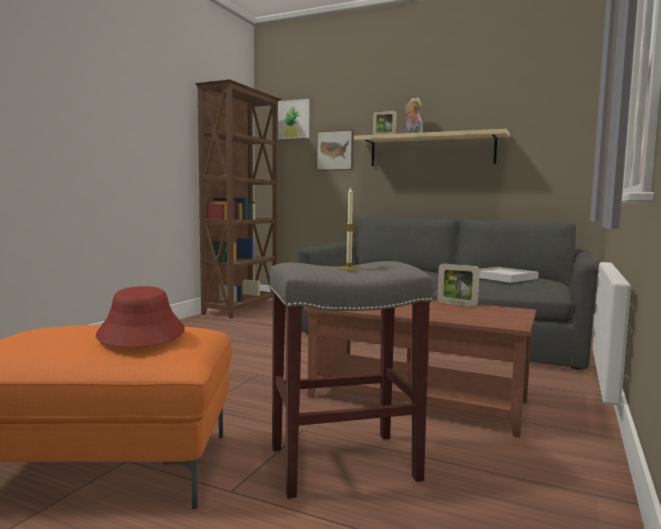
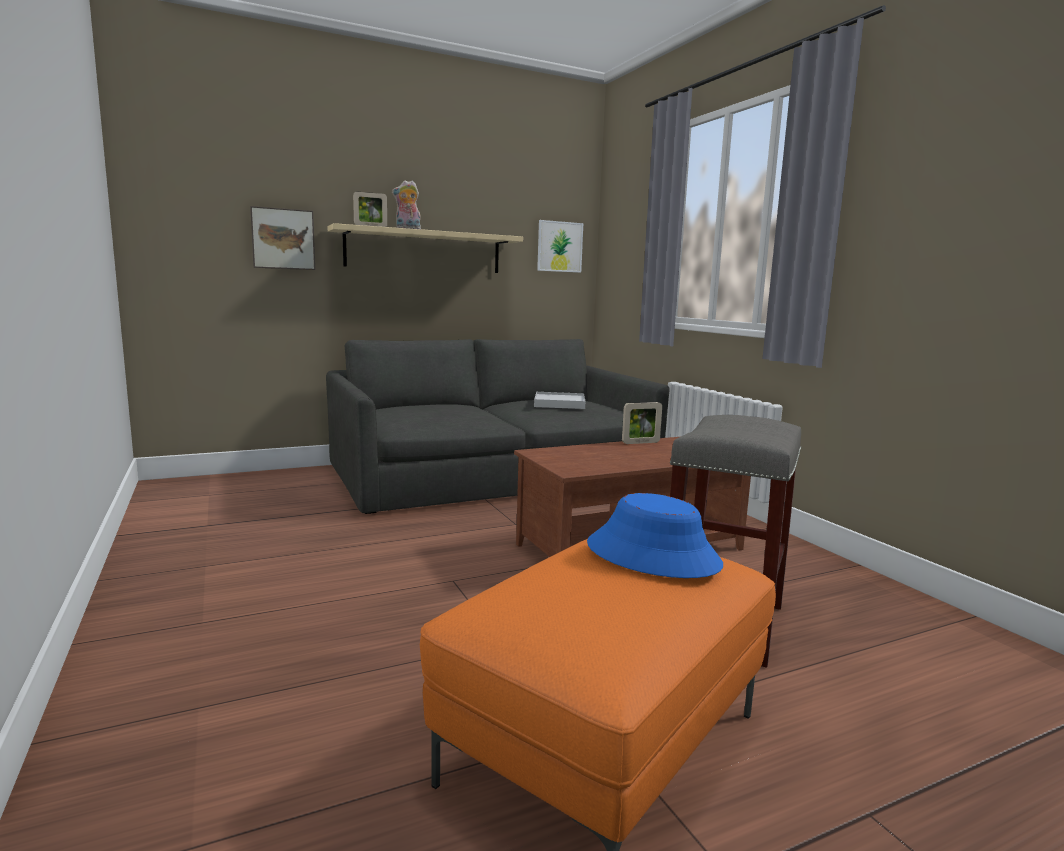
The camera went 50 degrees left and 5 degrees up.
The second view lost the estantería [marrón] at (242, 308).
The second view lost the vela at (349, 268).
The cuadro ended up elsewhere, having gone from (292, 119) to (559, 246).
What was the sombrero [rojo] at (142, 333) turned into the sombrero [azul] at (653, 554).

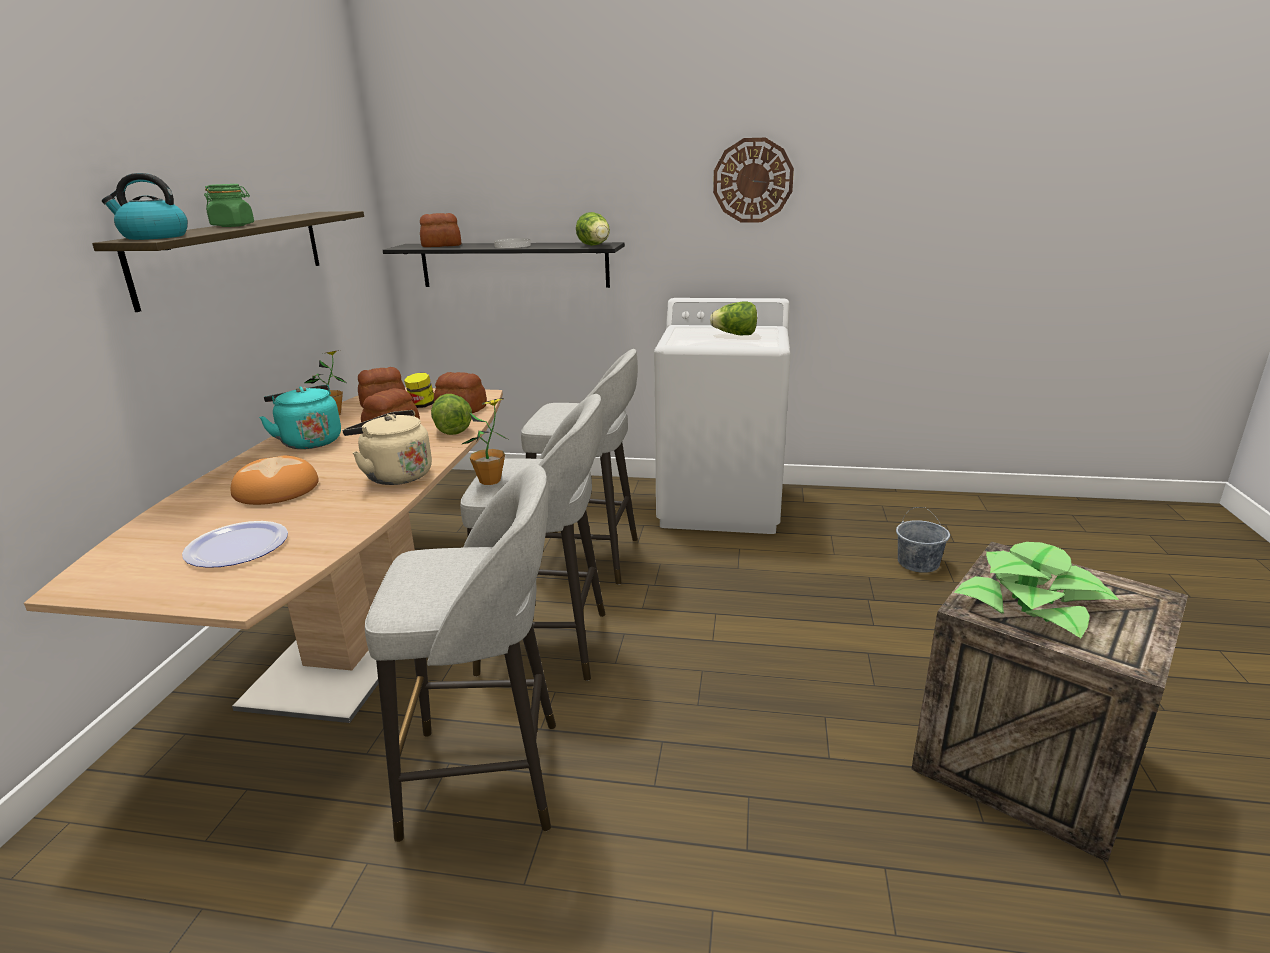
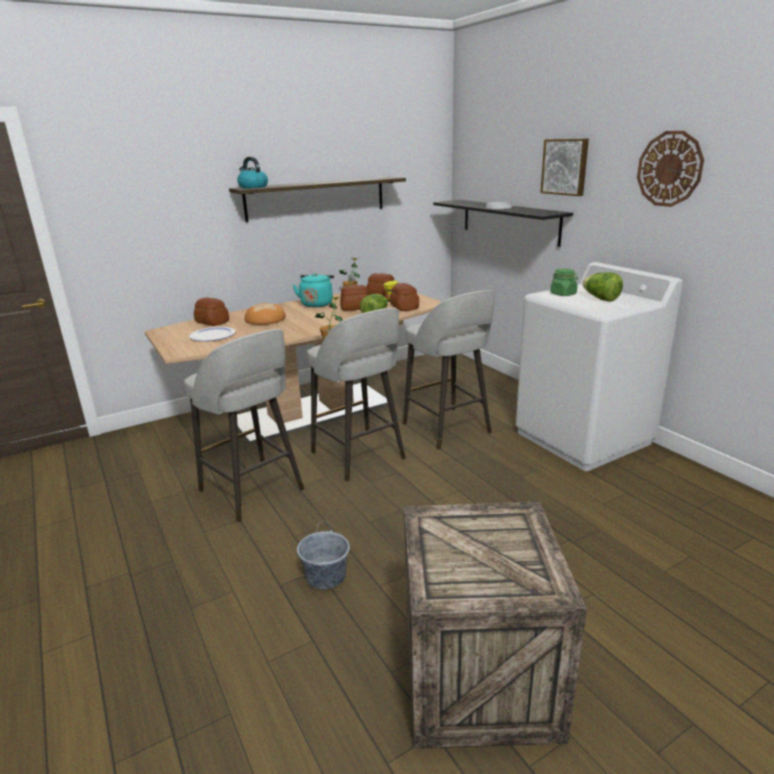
The camera went 50 degrees right and 0 degrees up.
The second view lost the hervidor [beis] at (395, 475).
The second view lost the lechuga at (595, 245).
The second view lost the planta en maceta at (1032, 605).
The second view gained the cuadro at (565, 167).
The tarro [verde] ended up elsewhere, having gone from (233, 226) to (563, 294).
The pan ended up elsewhere, having gone from (441, 245) to (212, 322).
The cubo [gris] ended up elsewhere, having gone from (918, 563) to (325, 576).

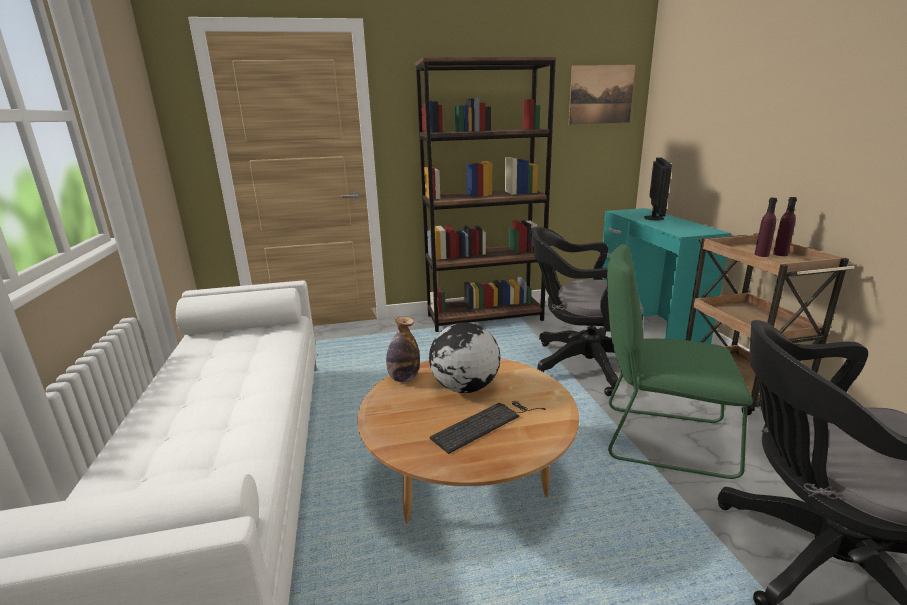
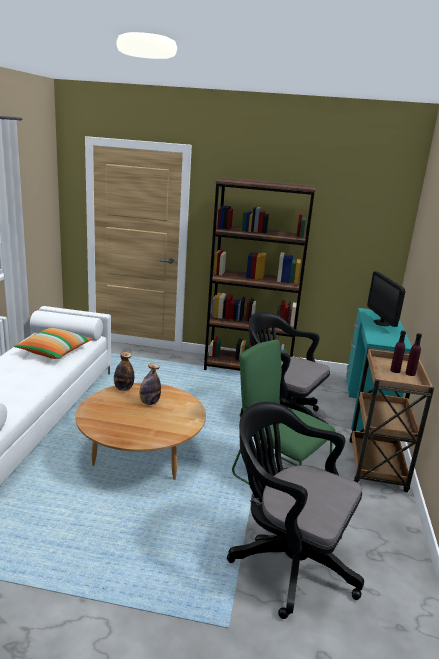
The camera went 20 degrees right and 0 degrees up.
The second view lost the teclado at (486, 423).
The second view lost the cuadro at (601, 95).
The second view gained the cojín at (54, 352).
Where the globo terráqueo stood at (464, 388), the botella came to stand at (149, 402).
The monitor at (653, 218) ended up facing another way, 135 degrees clockwise from before.

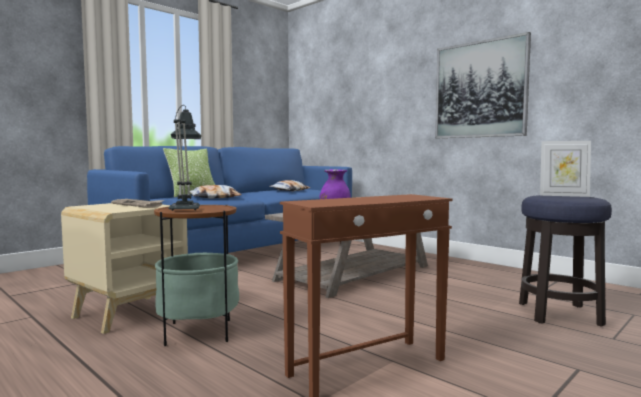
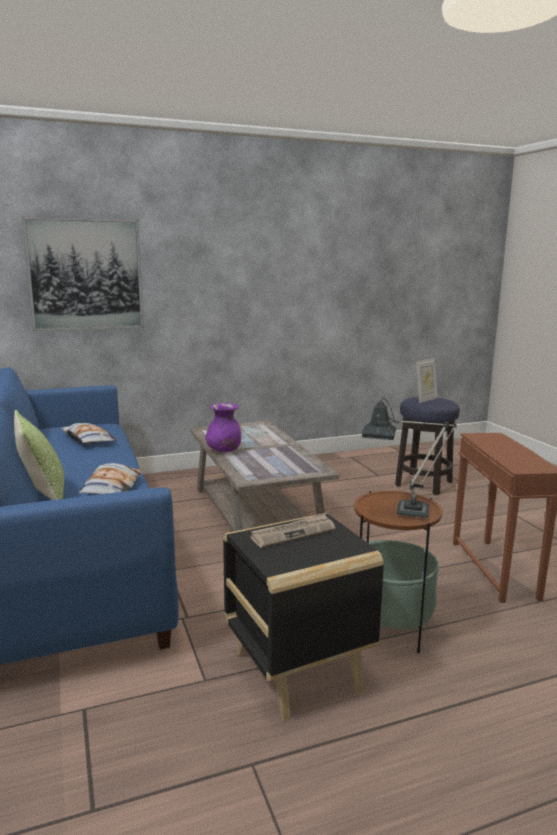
The camera went 65 degrees left and 10 degrees up.
The cuadro ended up elsewhere, having gone from (480, 89) to (85, 274).
What was the mesa auxiliar [beis] at (130, 313) turned into the mesa auxiliar [negro] at (296, 670).

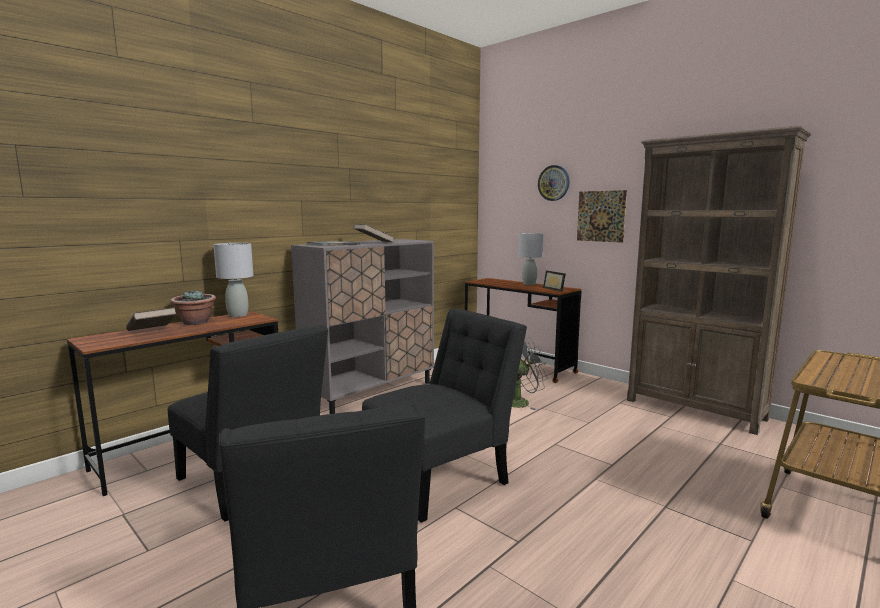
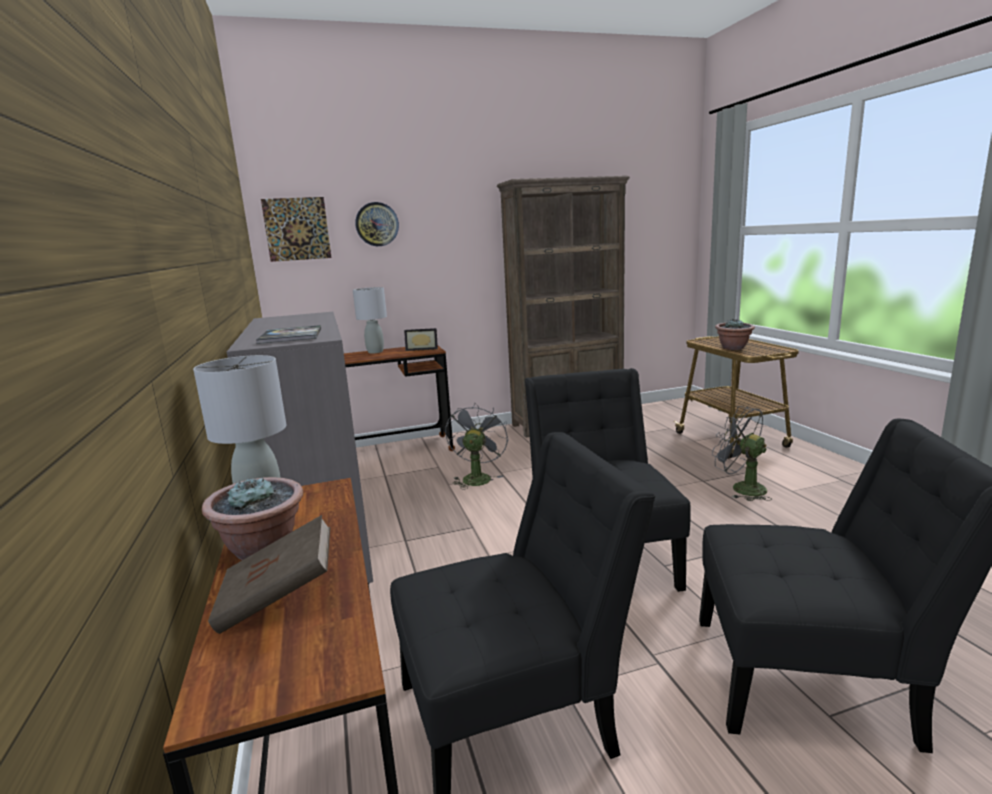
The camera went 60 degrees left and 5 degrees up.
The second view lost the libro [marrón] at (373, 242).
The second view gained the ventilador [gris] at (741, 488).
The second view gained the planta en maceta at (733, 348).
The cuadro ended up elsewhere, having gone from (601, 216) to (297, 229).

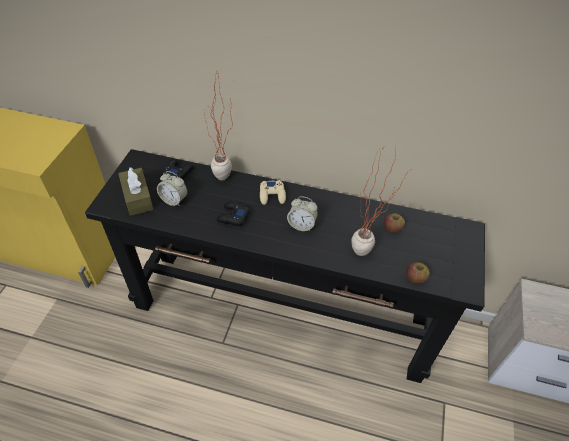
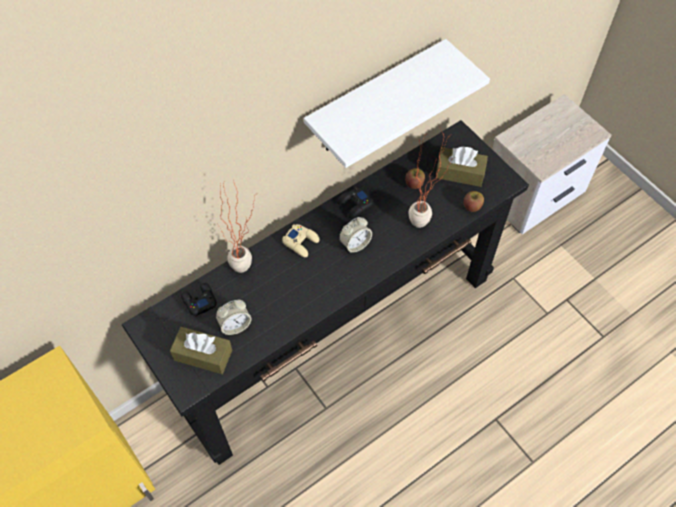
The camera went 50 degrees left and 10 degrees up.
The second view gained the estante [blanco] at (375, 99).
The second view gained the caja de pañuelos [marrón] at (460, 173).
The mando de consola [negro] ended up elsewhere, having gone from (233, 217) to (355, 205).

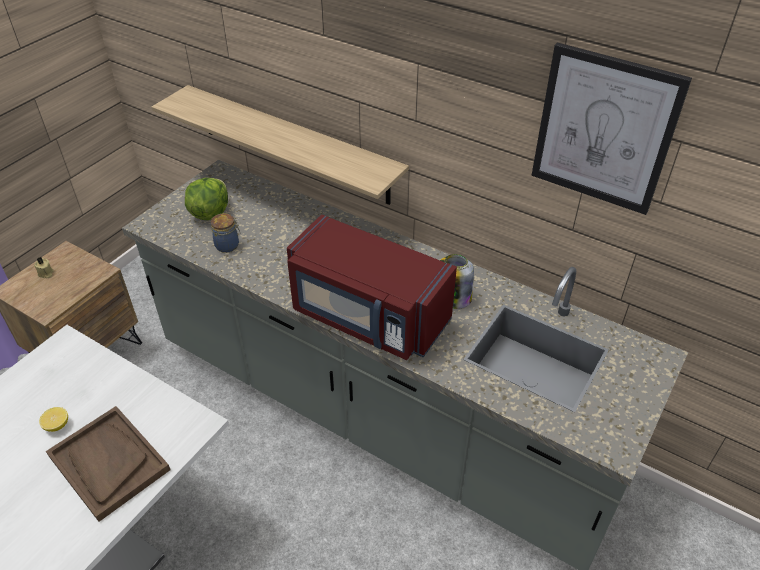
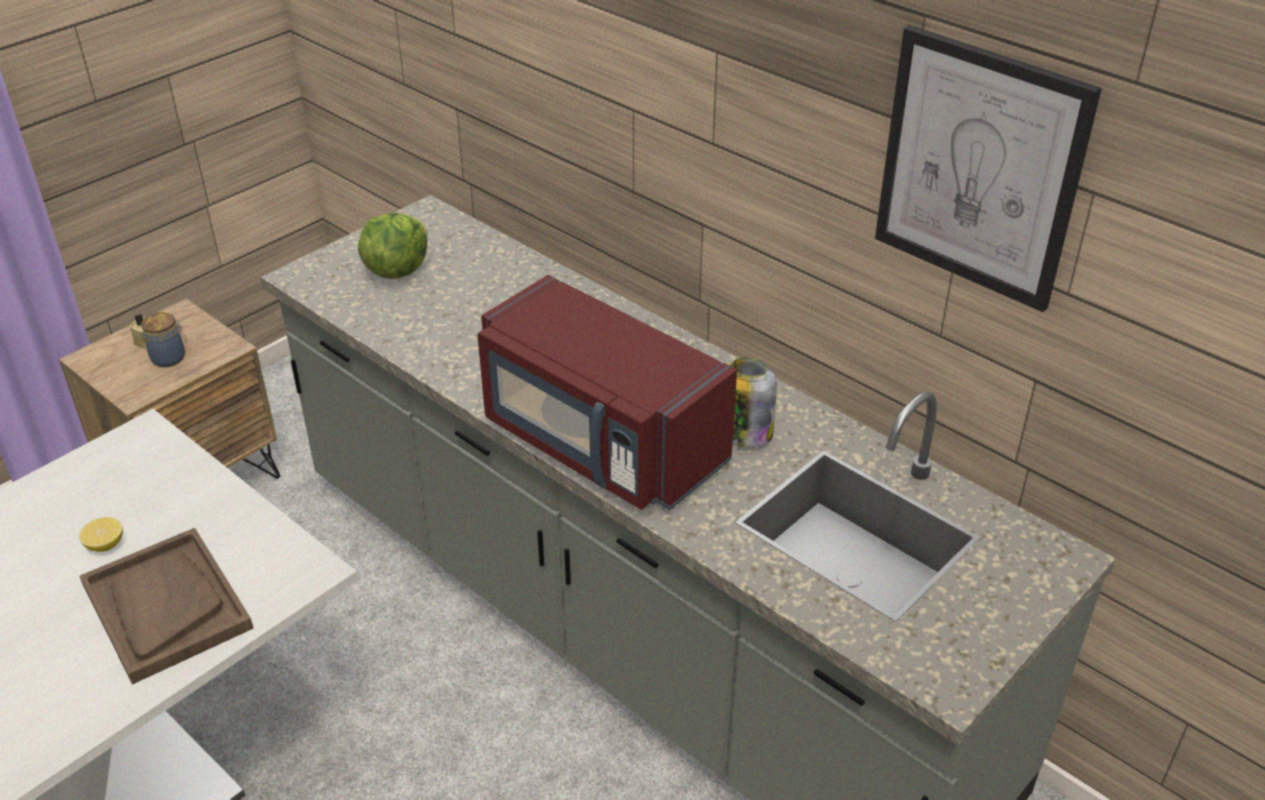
The camera went 10 degrees right and 5 degrees down.
The second view lost the estante at (292, 144).
The tarro ended up elsewhere, having gone from (228, 245) to (170, 358).

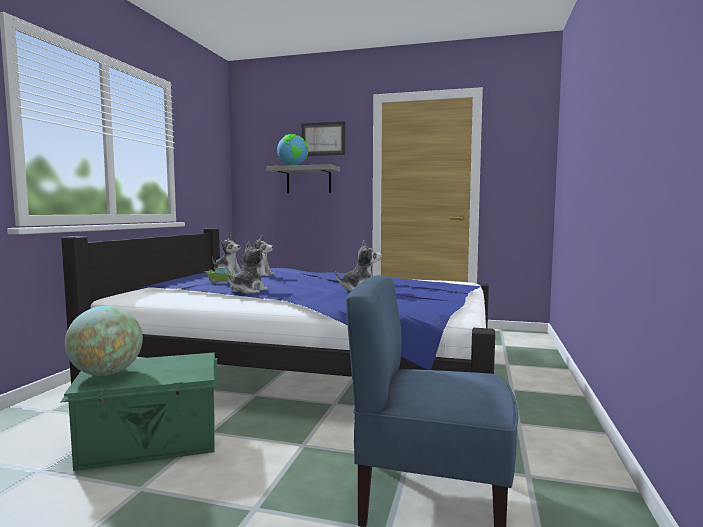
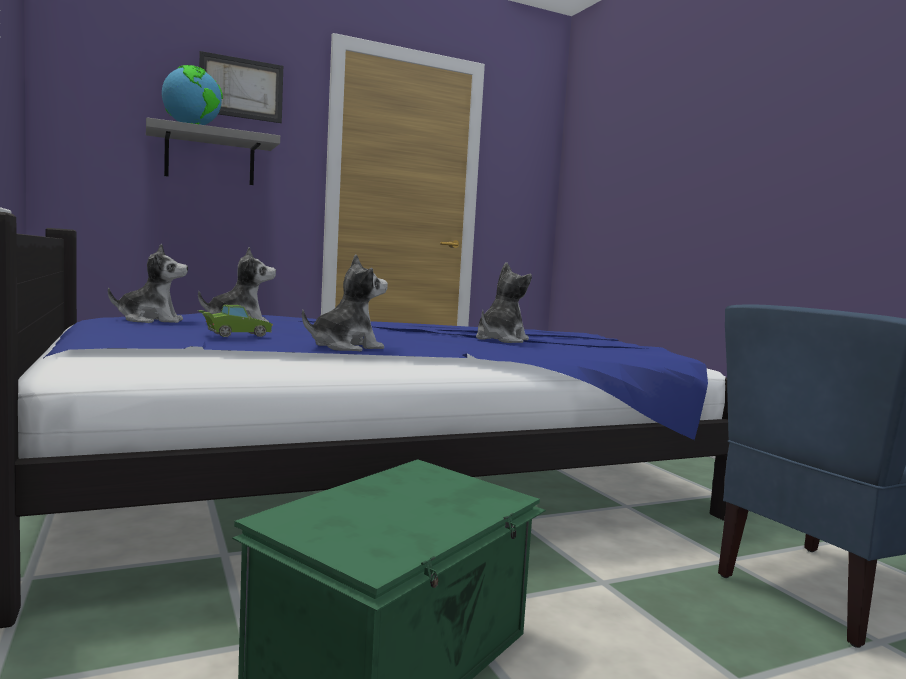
The camera went 40 degrees left and 0 degrees up.
The second view lost the globo terráqueo at (106, 373).
The peluche at (247, 291) ended up facing another way, 60 degrees clockwise from before.

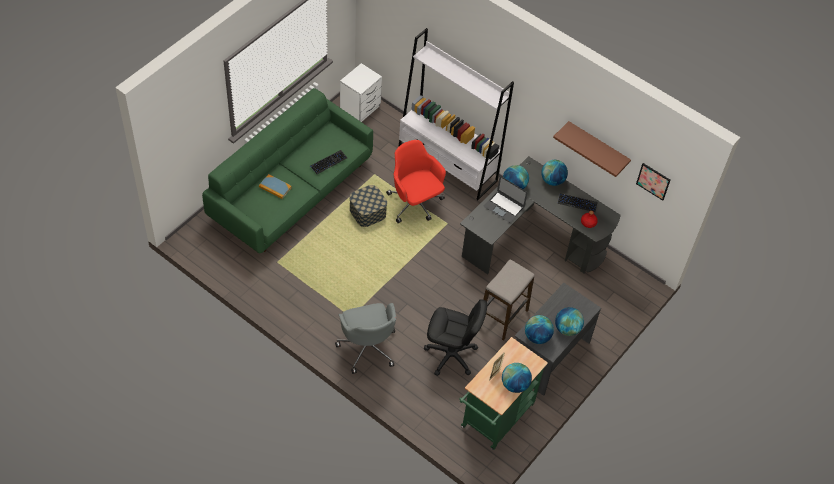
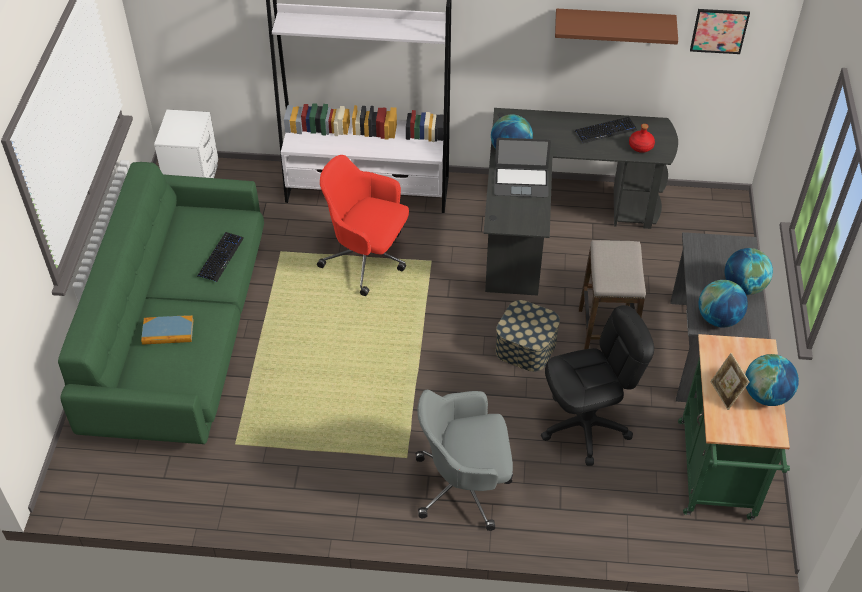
The camera went 30 degrees left and 5 degrees down.
The second view lost the globo terráqueo at (552, 180).
The caja de almacenaje ended up elsewhere, having gone from (367, 212) to (526, 347).
The silla de oficina [gris] at (367, 347) ended up facing another way, 135 degrees clockwise from before.

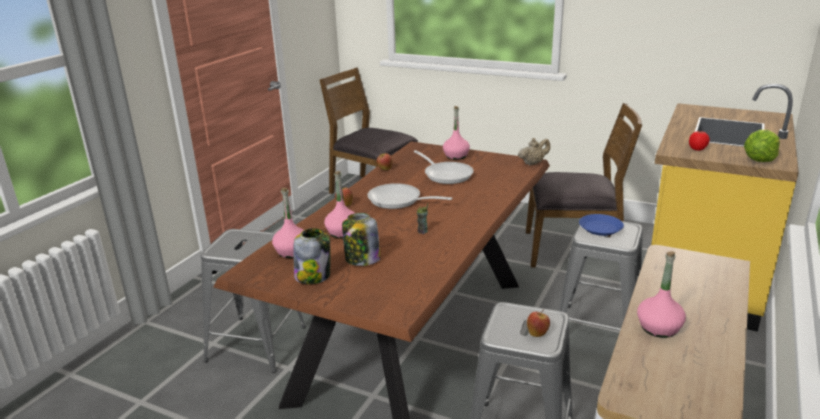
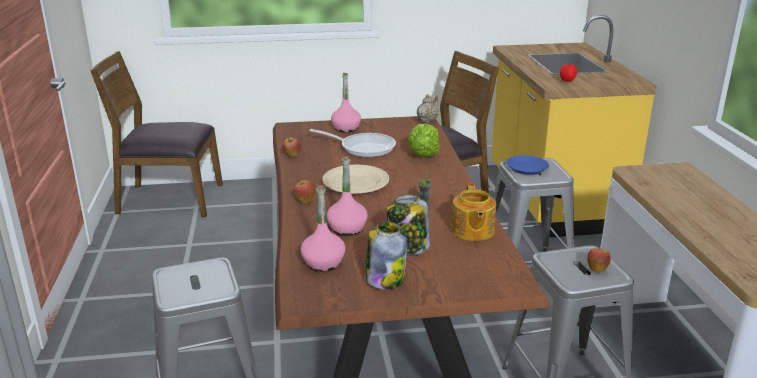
The camera went 35 degrees left and 0 degrees up.
The second view lost the botella [rosa] at (658, 328).
The second view gained the tetera at (472, 231).
The lechuga ended up elsewhere, having gone from (759, 160) to (423, 154).
Where the sartén stood at (399, 201), the plato [beis] came to stand at (356, 183).

